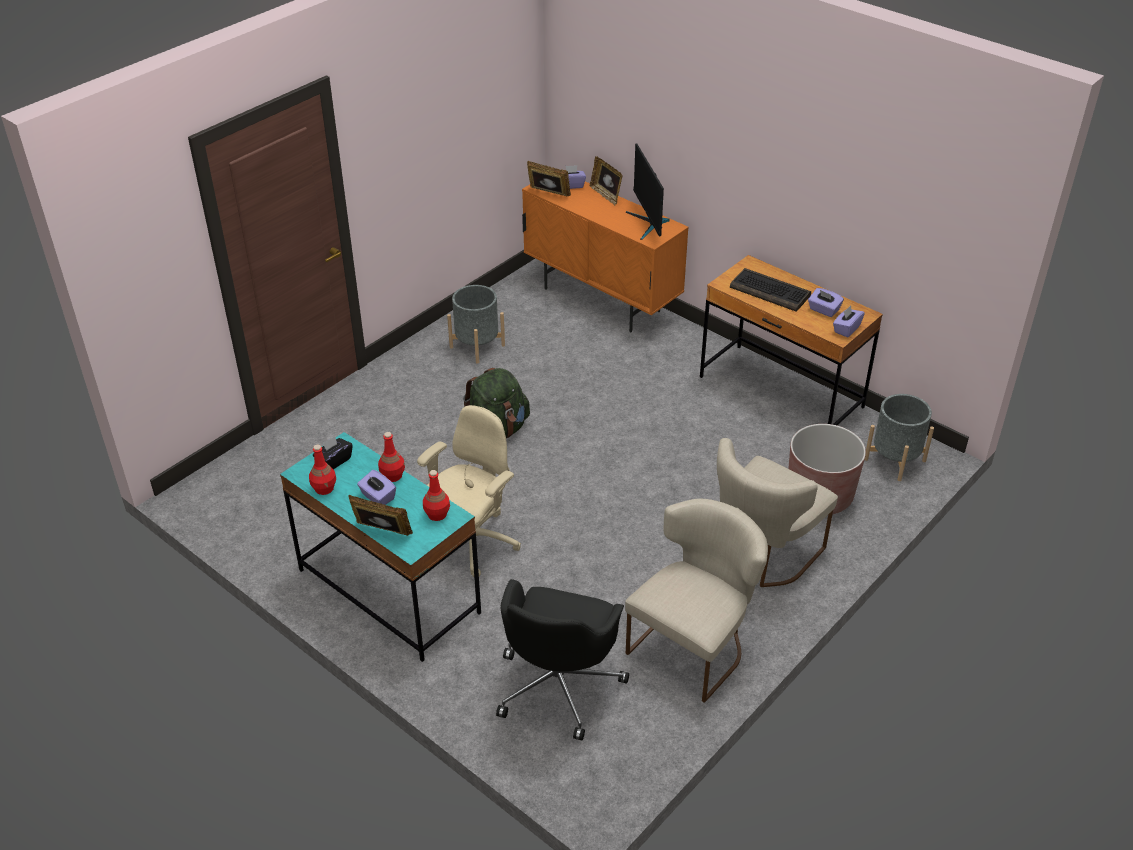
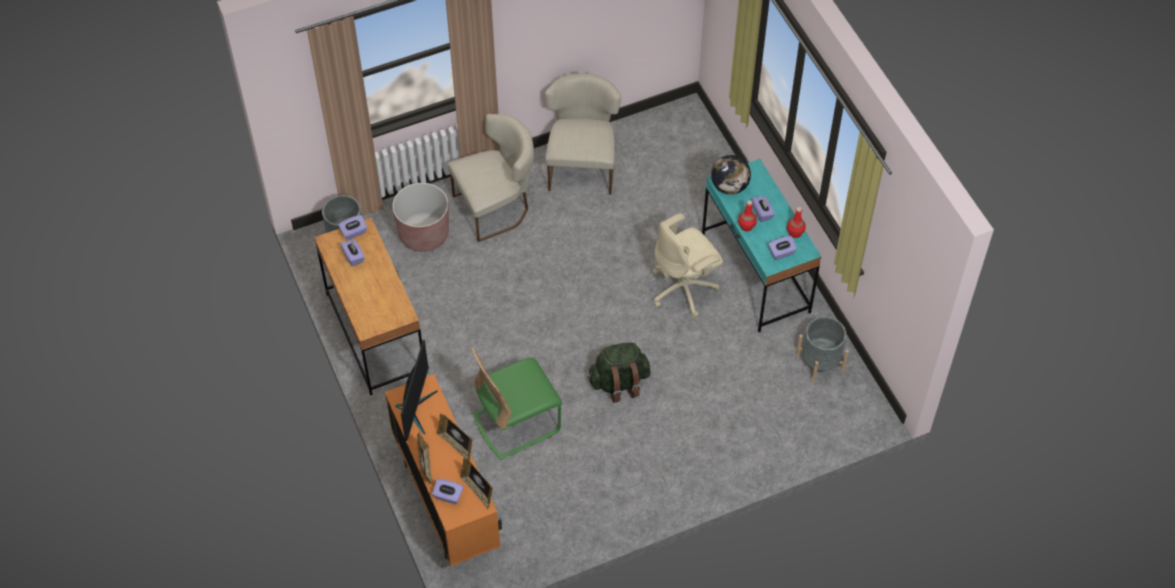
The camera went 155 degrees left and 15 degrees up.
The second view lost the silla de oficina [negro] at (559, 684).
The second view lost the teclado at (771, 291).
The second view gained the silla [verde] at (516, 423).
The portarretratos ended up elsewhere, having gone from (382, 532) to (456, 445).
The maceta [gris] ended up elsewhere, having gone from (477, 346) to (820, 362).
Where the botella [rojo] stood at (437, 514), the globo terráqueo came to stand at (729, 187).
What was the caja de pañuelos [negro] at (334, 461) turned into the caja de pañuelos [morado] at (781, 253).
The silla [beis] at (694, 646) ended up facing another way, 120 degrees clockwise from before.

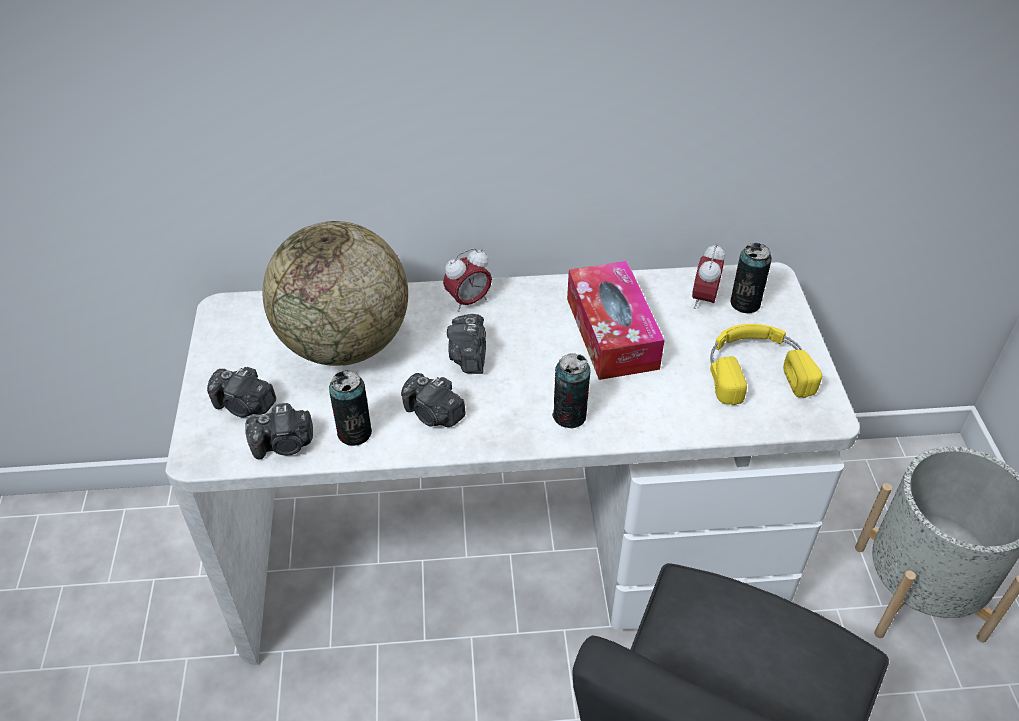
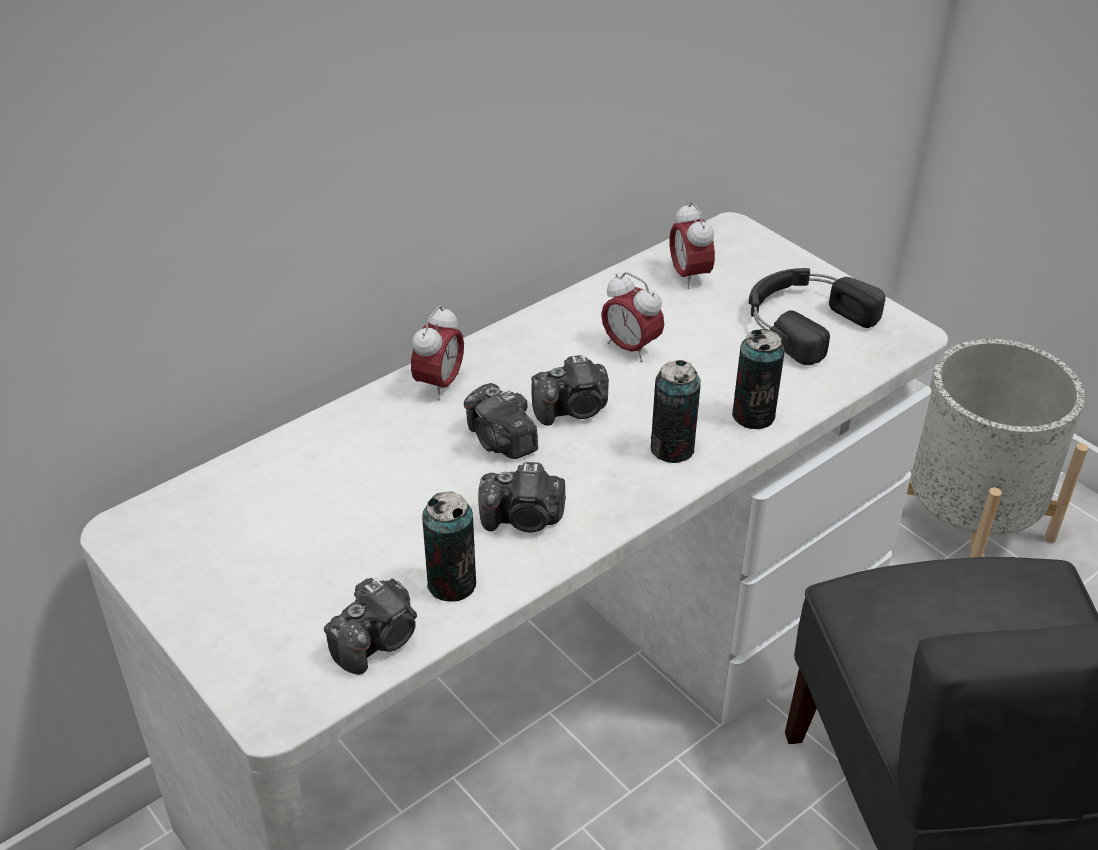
The camera went 35 degrees left and 5 degrees down.
The second view lost the globo terráqueo at (345, 344).
The cámara ended up elsewhere, having gone from (244, 406) to (573, 410).
The lata ended up elsewhere, having gone from (745, 303) to (753, 416).
Where the caja de pañuelos stood at (611, 333), the despertador came to stand at (630, 348).
What was the auriculares [amarillo] at (755, 369) turned into the auriculares [negro] at (803, 320).

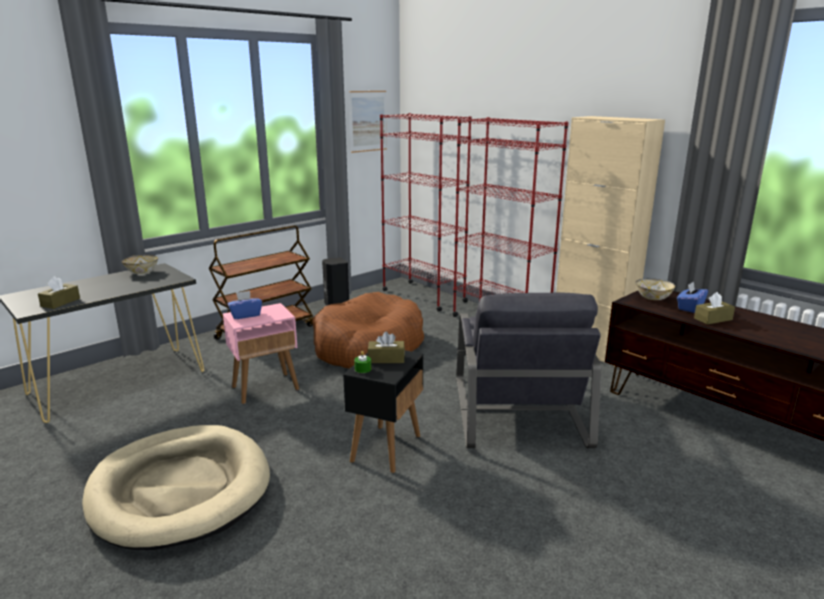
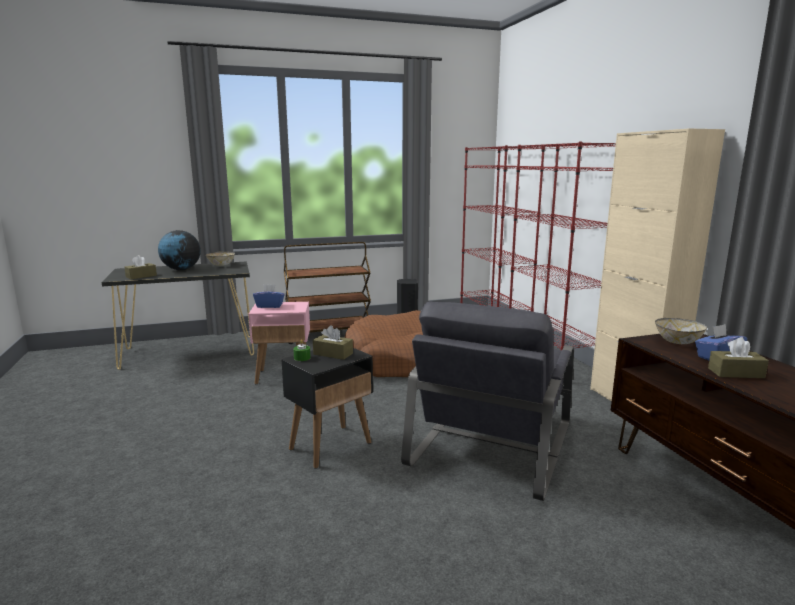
The camera went 25 degrees right and 5 degrees down.
The second view lost the cama para perro [beis] at (180, 489).
The second view lost the cuadro at (368, 121).
The second view gained the globo terráqueo at (181, 269).

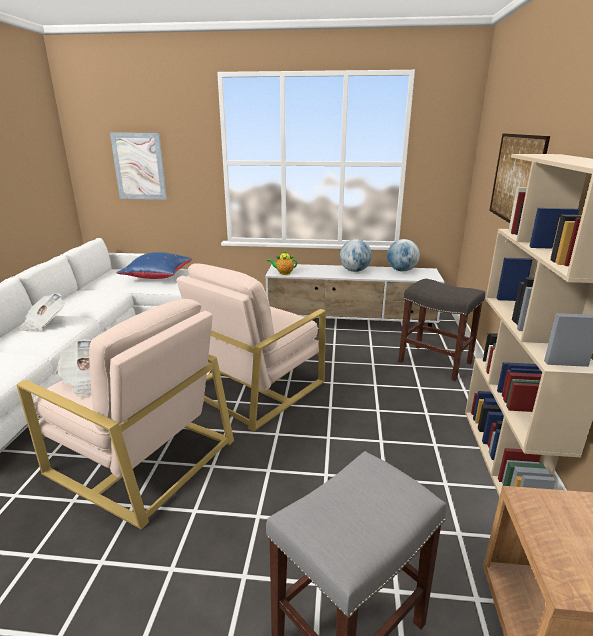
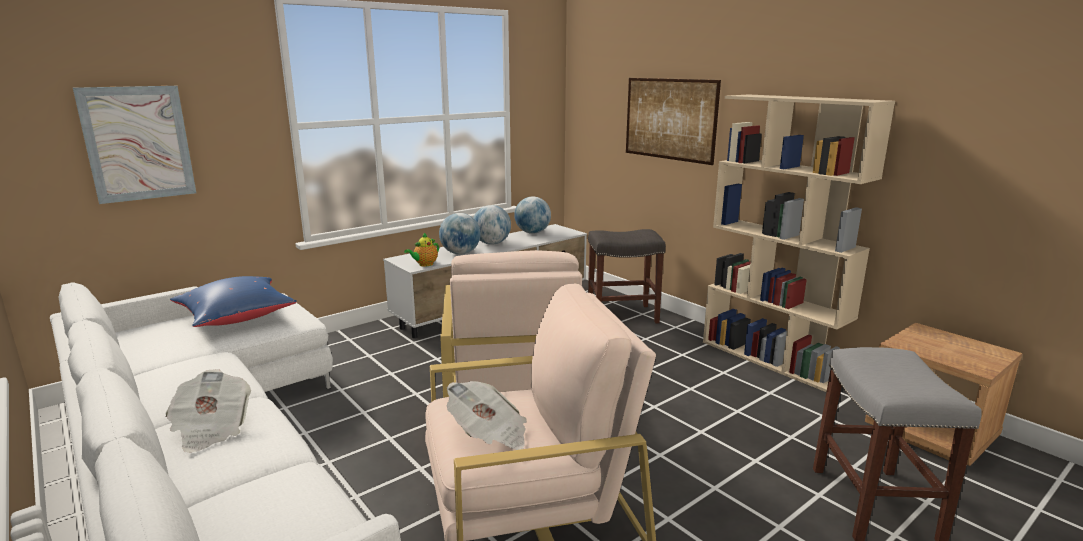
The camera went 45 degrees left and 5 degrees down.
The second view gained the globo terráqueo at (460, 253).

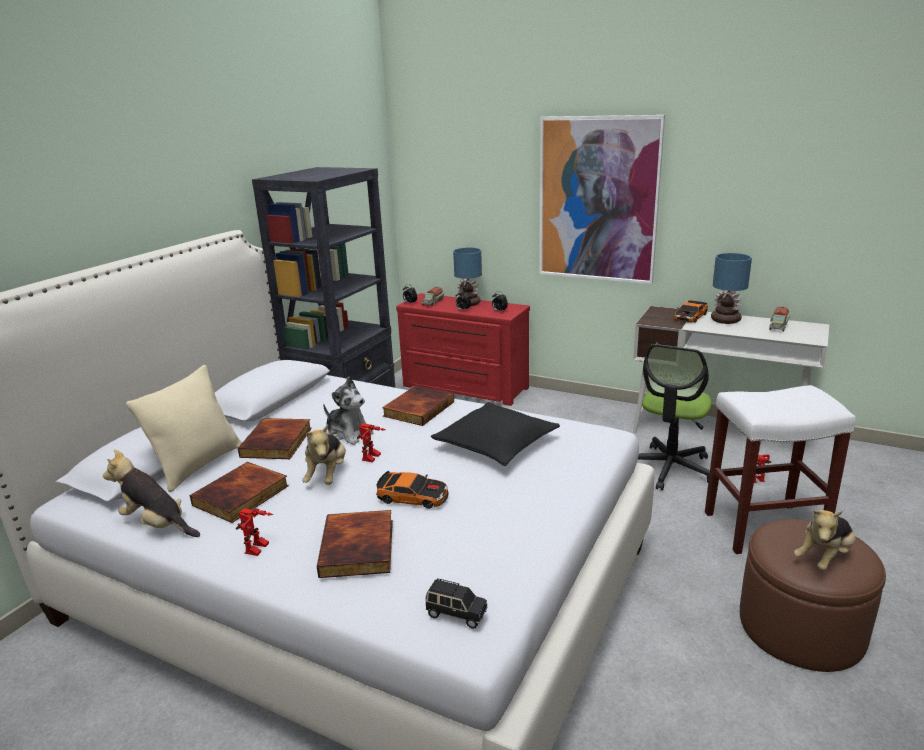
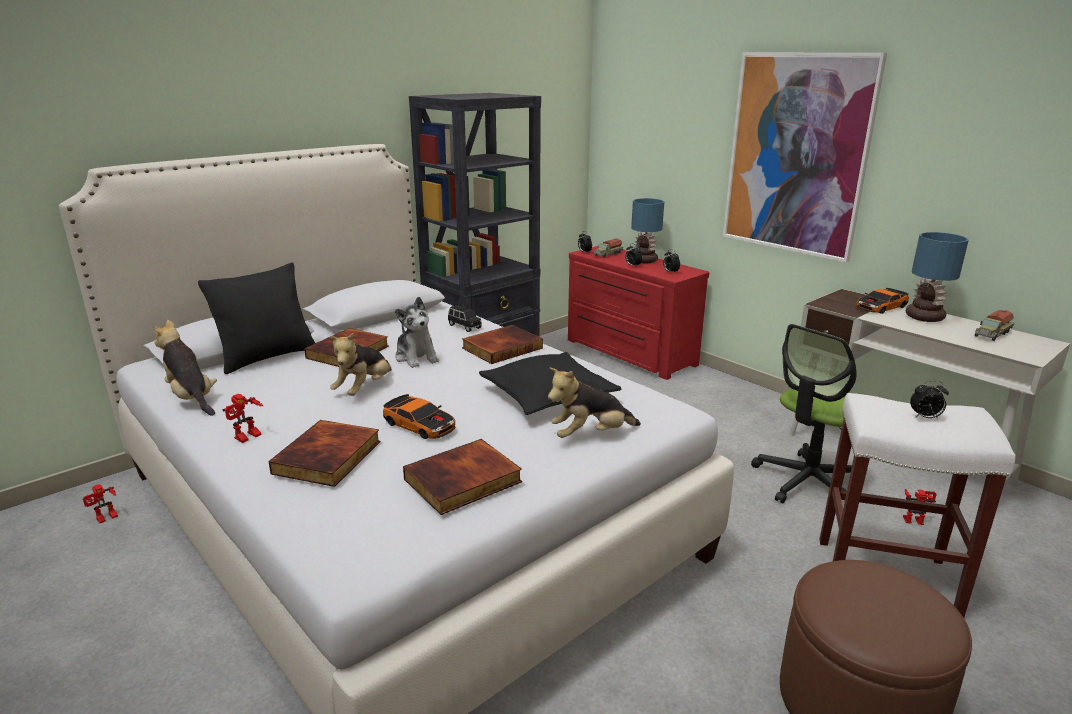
The camera went 20 degrees right and 0 degrees up.
The second view gained the despertador at (925, 417).
The libro ended up elsewhere, having gone from (241, 496) to (463, 482).
The robot de juguete ended up elsewhere, having gone from (373, 458) to (106, 519).
The coche de juguete [negro] ended up elsewhere, having gone from (456, 614) to (464, 326).
The peluche ended up elsewhere, having gone from (824, 557) to (590, 435).
What was the cojín [beis] at (198, 465) turned into the cojín [negro] at (267, 357).

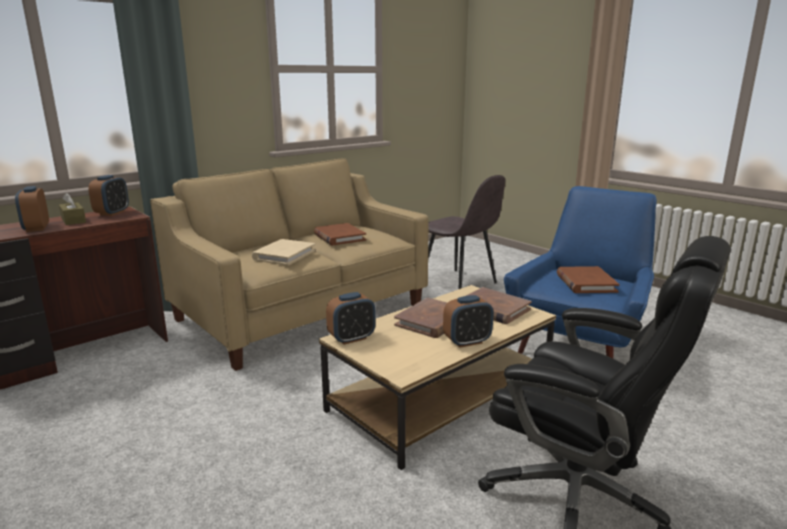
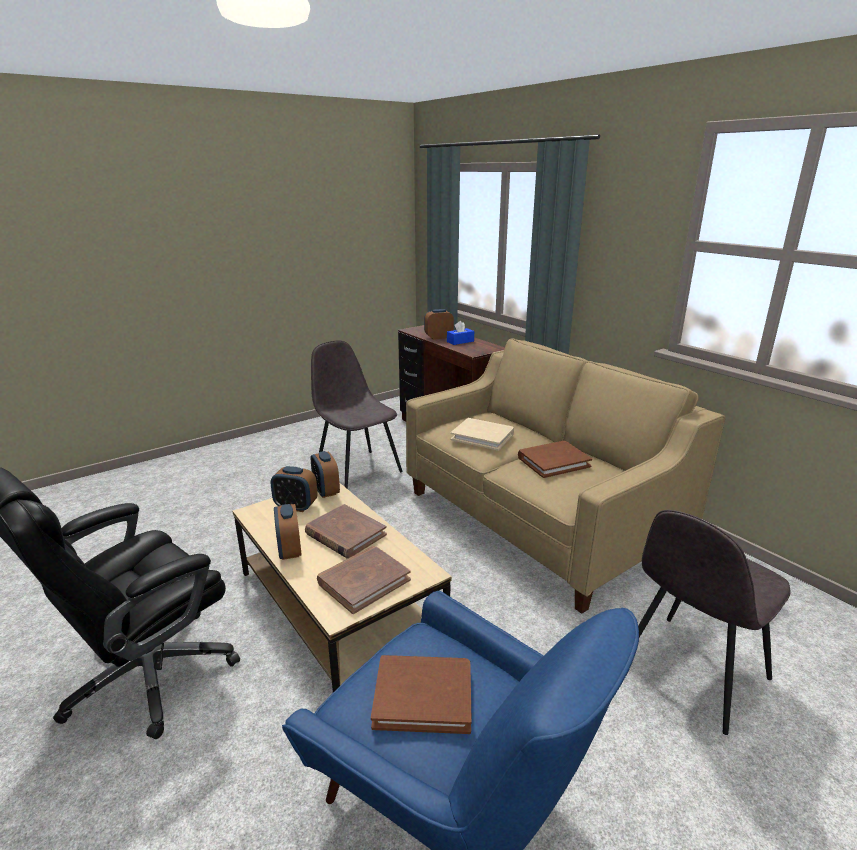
The camera went 95 degrees right and 5 degrees up.
The second view gained the silla [gris] at (357, 470).
The despertador ended up elsewhere, having gone from (112, 213) to (296, 506).
What was the caja de pañuelos [marrón] at (73, 220) turned into the caja de pañuelos [azul] at (460, 341).

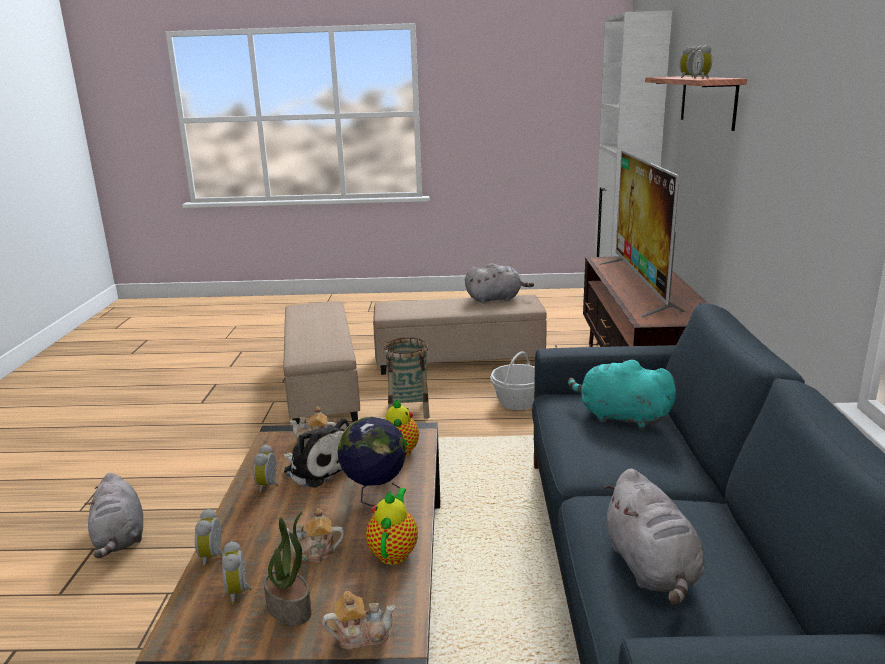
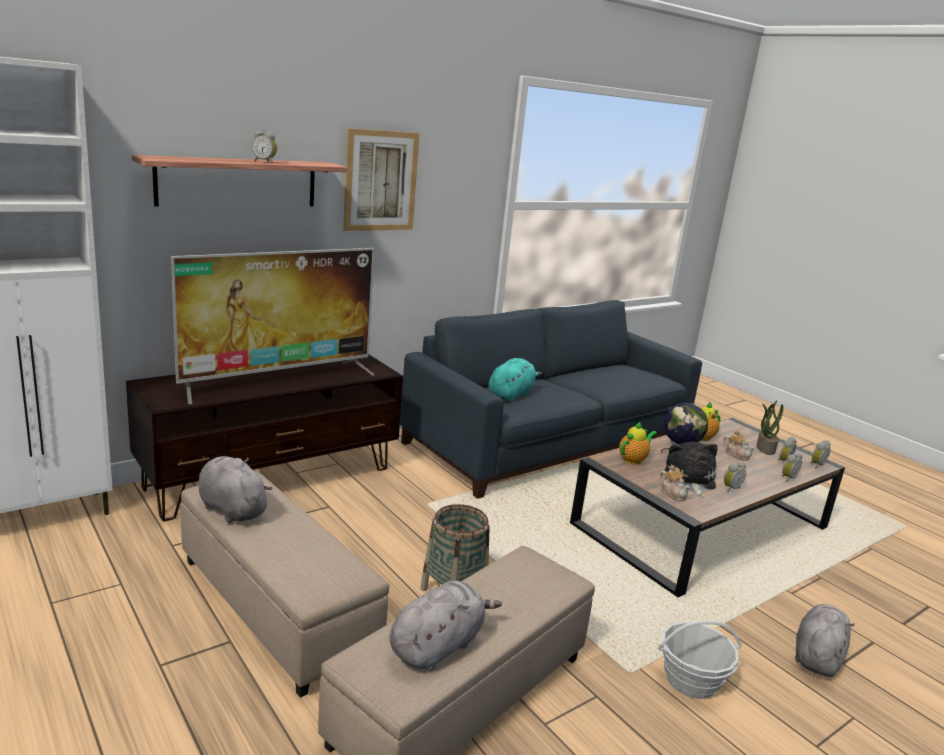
The camera went 130 degrees left and 0 degrees up.
The second view lost the tetera at (361, 635).
The second view gained the cuadro at (380, 181).
The cesta ended up elsewhere, having gone from (517, 402) to (691, 680).
The peluche [gris] ended up elsewhere, having gone from (652, 569) to (438, 646).
The despertador ended up elsewhere, having gone from (702, 78) to (816, 465).
The peluche [turquesa] at (620, 417) ended up facing another way, 135 degrees counterclockwise from before.

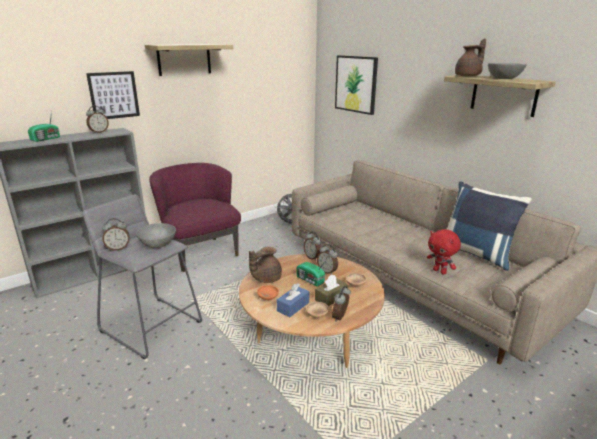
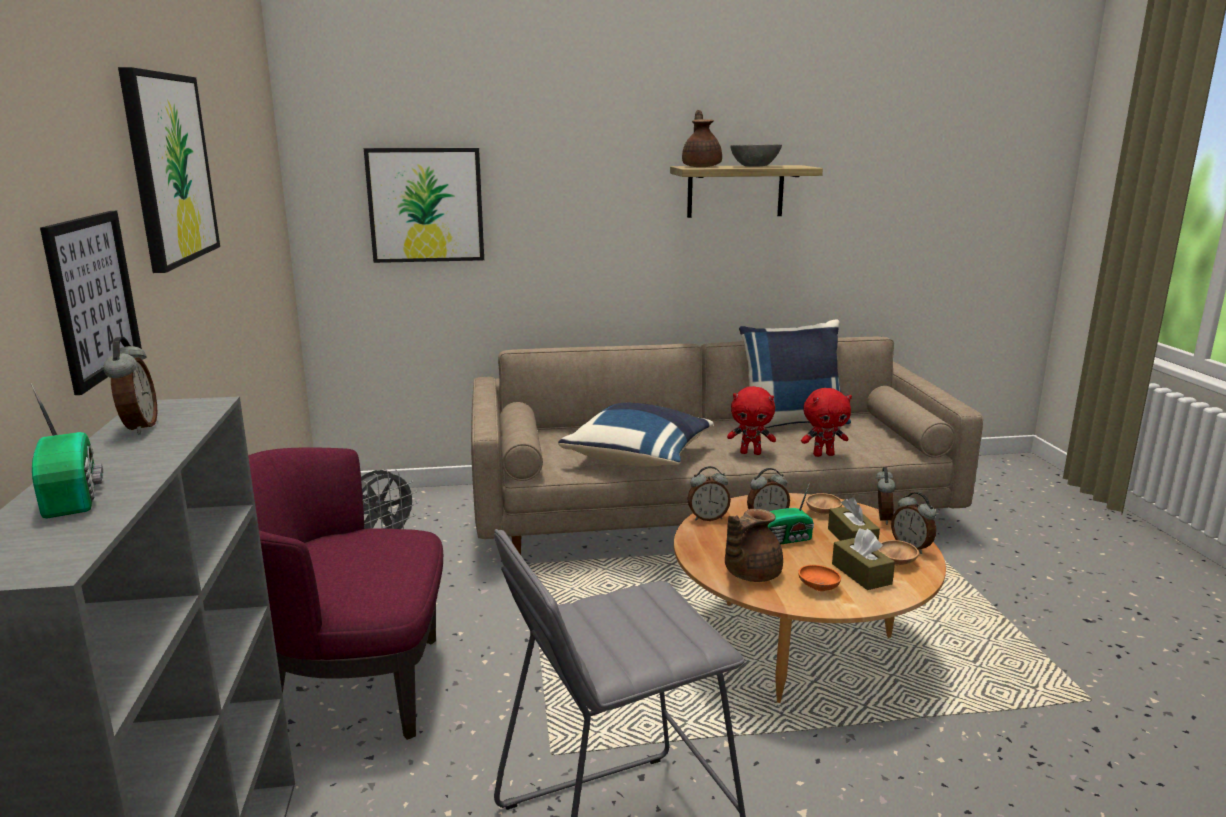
The camera went 60 degrees left and 5 degrees down.
The second view lost the cuenco [gris] at (158, 245).
The second view gained the cojín [azul] at (639, 458).
The second view gained the peluche [rojo] at (751, 453).
The despertador ended up elsewhere, having gone from (118, 248) to (881, 518).
Where the estante hung at (184, 59), the cuadro came to hang at (169, 168).
What was the caja de pañuelos [azul] at (293, 306) turned into the caja de pañuelos [marrón] at (861, 574).
The tetera [marrón] at (265, 278) ended up facing another way, 60 degrees clockwise from before.

